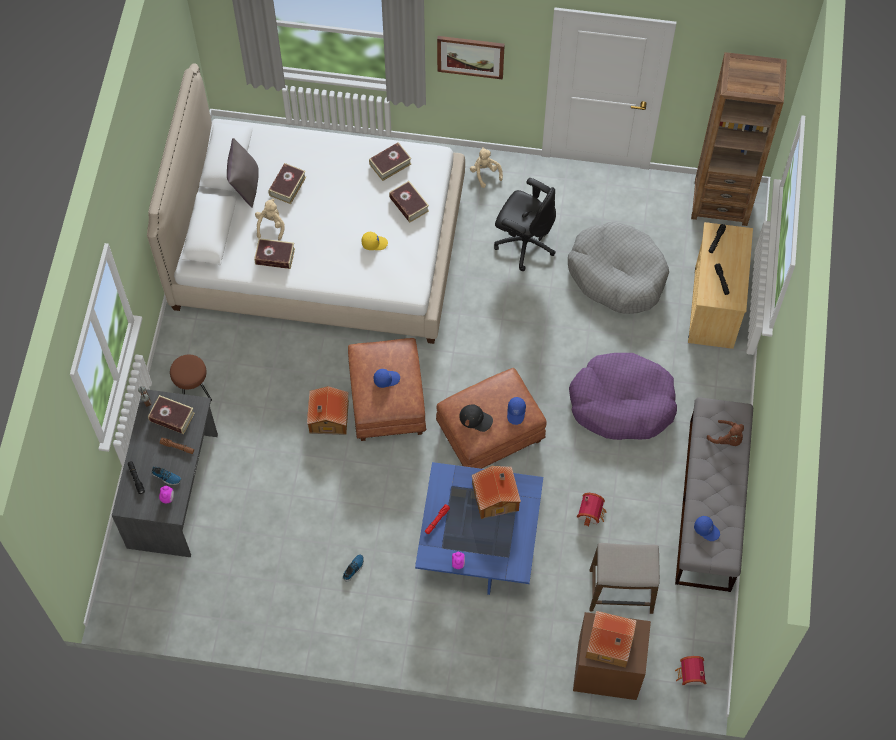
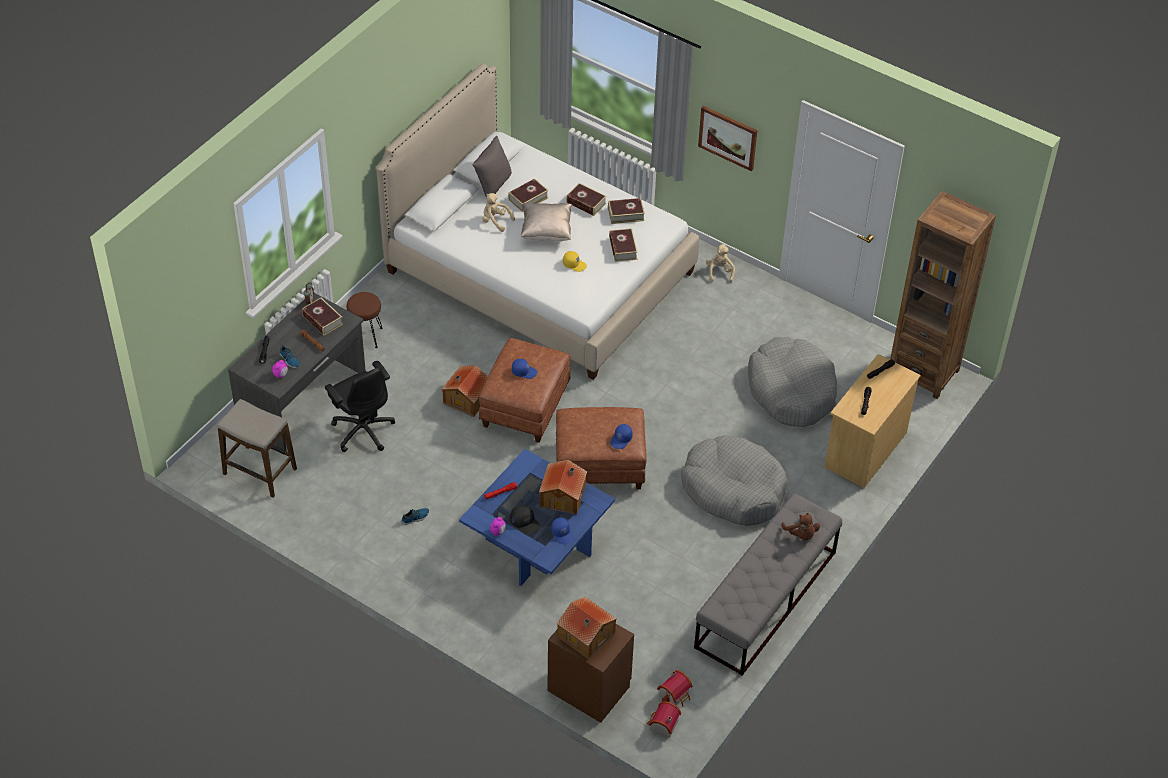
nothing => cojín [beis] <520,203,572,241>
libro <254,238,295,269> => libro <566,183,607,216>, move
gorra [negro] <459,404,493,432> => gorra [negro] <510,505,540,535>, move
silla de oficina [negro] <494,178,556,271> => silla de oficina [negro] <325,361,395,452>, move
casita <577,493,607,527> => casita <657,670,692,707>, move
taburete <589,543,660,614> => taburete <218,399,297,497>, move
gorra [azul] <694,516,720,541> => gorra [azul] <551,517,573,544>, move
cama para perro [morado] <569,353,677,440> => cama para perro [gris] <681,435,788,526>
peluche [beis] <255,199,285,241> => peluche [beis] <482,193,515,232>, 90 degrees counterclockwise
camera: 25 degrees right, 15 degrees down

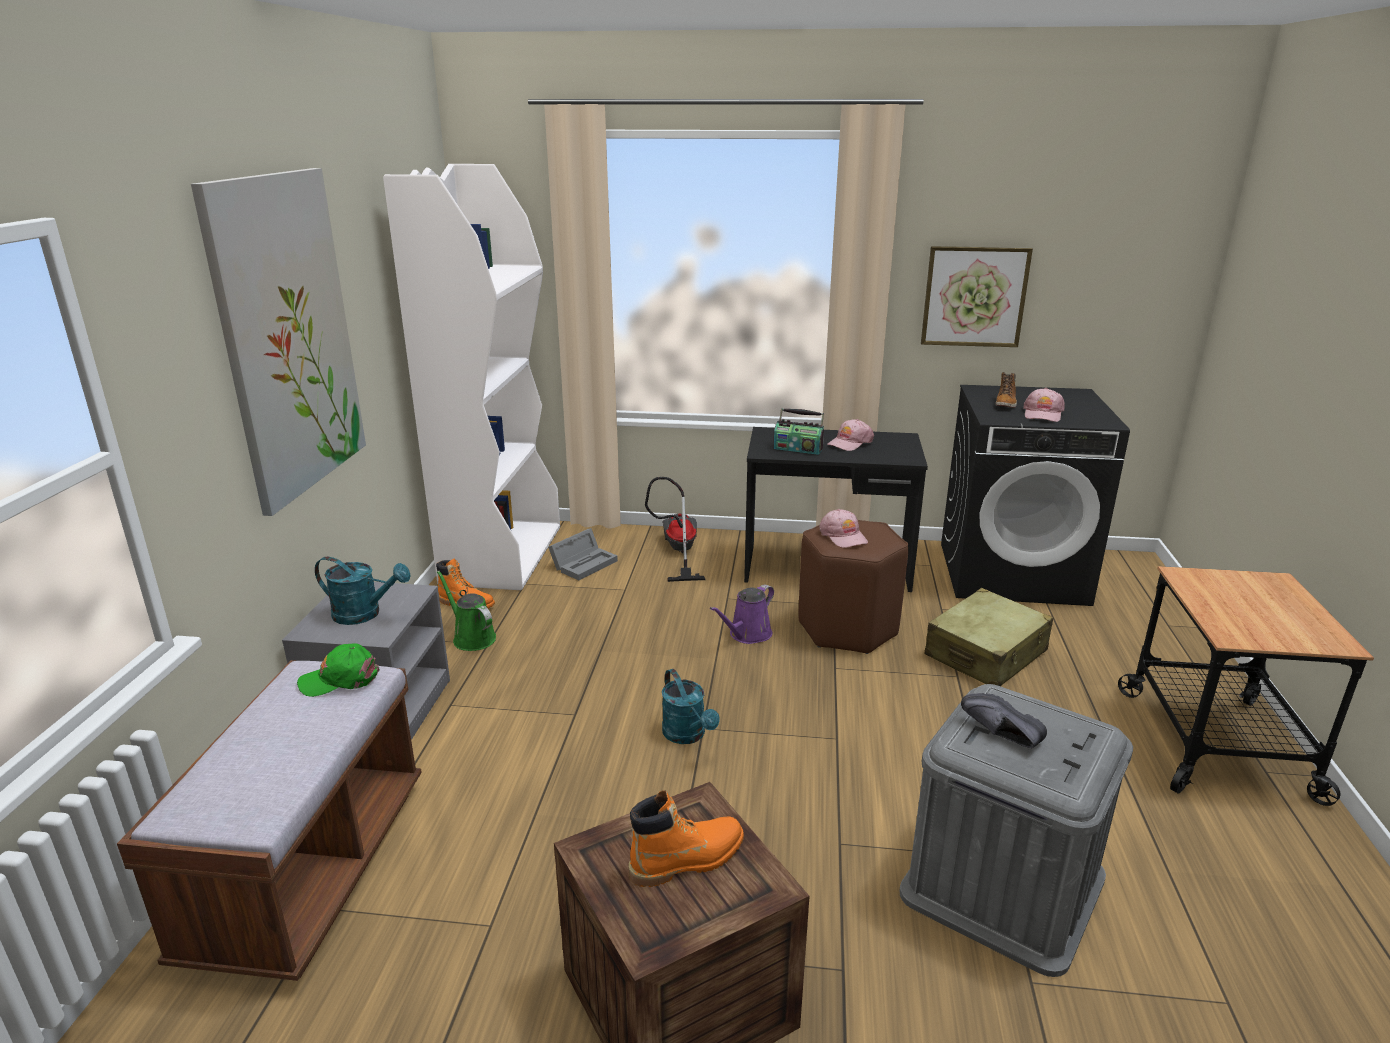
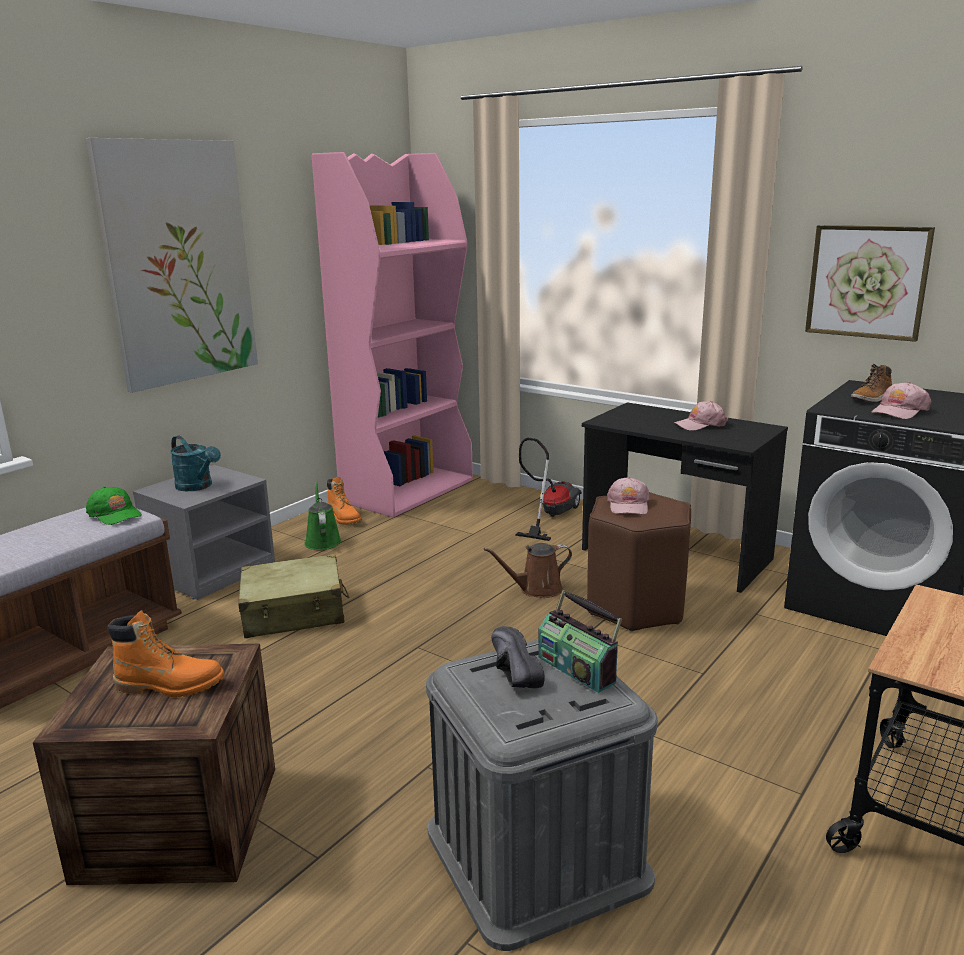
caja de almacenaje [gris] <548,528,618,580> => nothing
regadera [turquesa] <662,669,719,744> => nothing
radio <773,408,824,455> => radio <538,590,622,693>, move
maleta [beis] <924,588,1053,686> => maleta [beis] <238,554,350,638>, move
estantería [blanco] <383,164,560,590> => estantería [rosa] <312,152,473,518>
regadera [morado] <710,585,774,644> => regadera [marrón] <484,543,572,598>
gorra [verde] <297,643,380,697> => gorra [verde] <86,486,142,525>, 150 degrees counterclockwise
camera: 30 degrees right, 5 degrees down

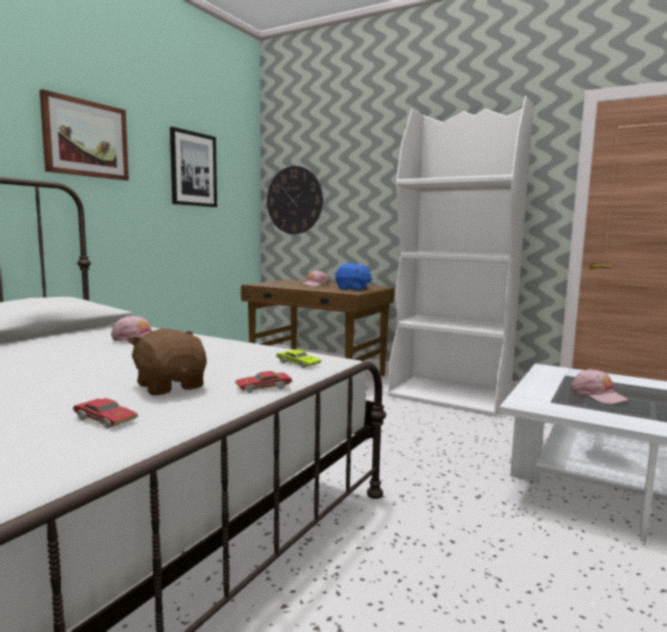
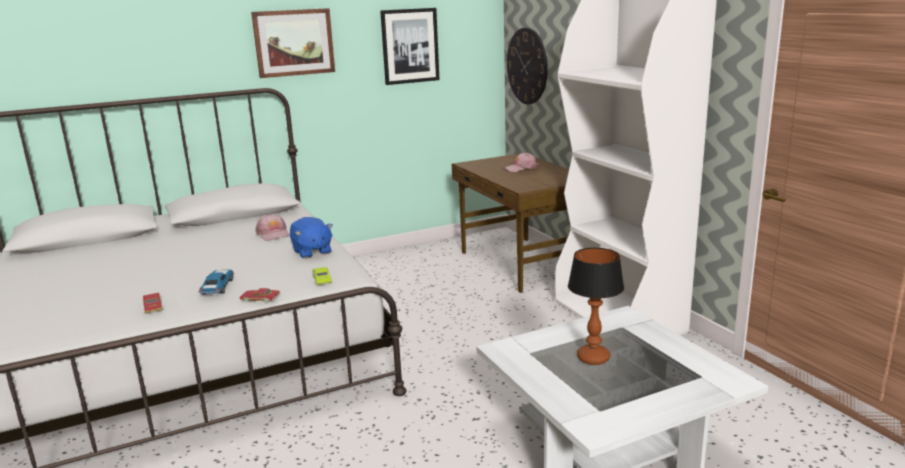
peluche [azul] <335,263,372,291> => peluche [azul] <290,217,333,258>, move
peluche [marrón] <127,328,207,395> => coche de juguete <199,270,234,295>
gorra [rosa] <571,368,630,404> => lámpara de mesa <568,248,624,365>
camera: 35 degrees right, 10 degrees up

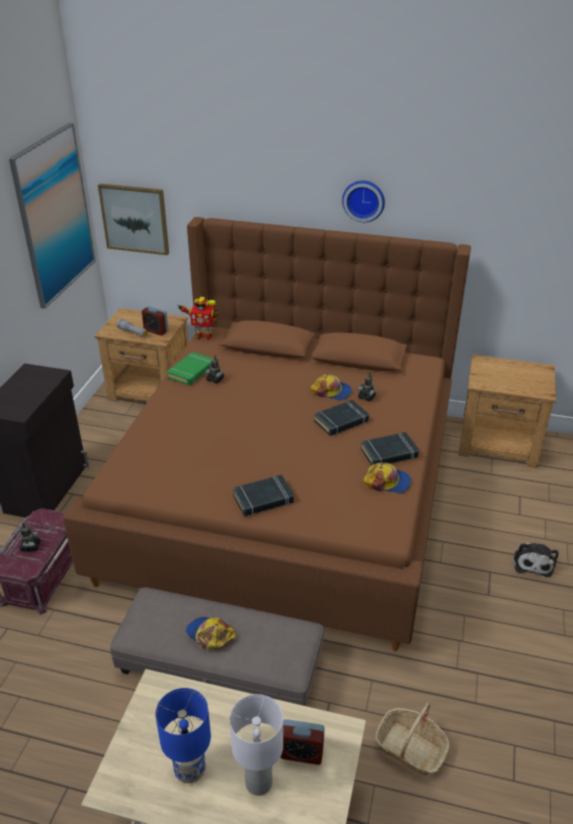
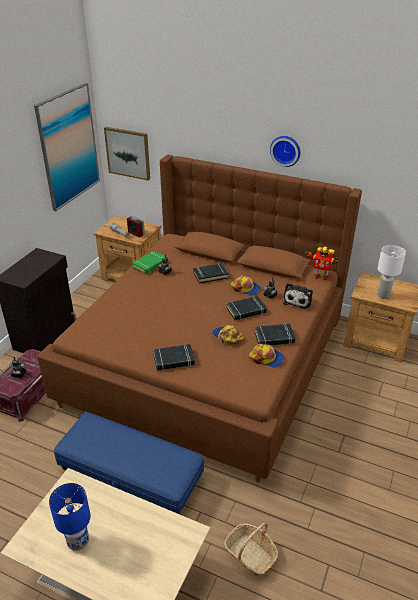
despertador <281,719,325,765> => nothing
nothing => libro [negro] <193,263,229,284>
robot de juguete <178,297,219,340> => robot de juguete <305,246,339,280>, move
gorra <185,617,236,650> => gorra <212,325,244,344>, move
lámpara de mesa [blanco] <229,694,283,796> => lámpara de mesa [blanco] <377,245,406,299>, move
peluche <513,541,559,577> => peluche <283,283,313,309>, move
puf [gris] <110,587,324,706> => puf [azul] <54,412,205,514>
camera: 10 degrees right, 0 degrees up

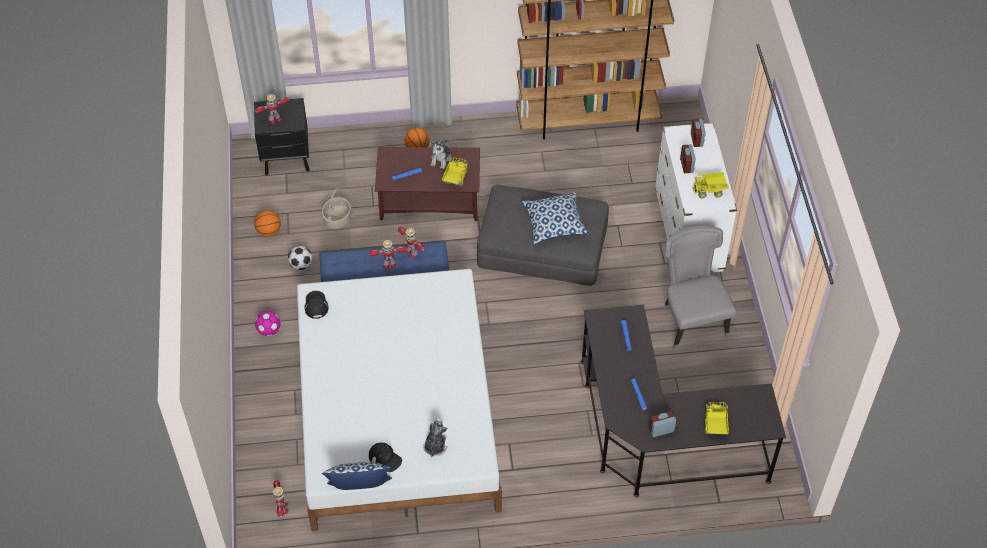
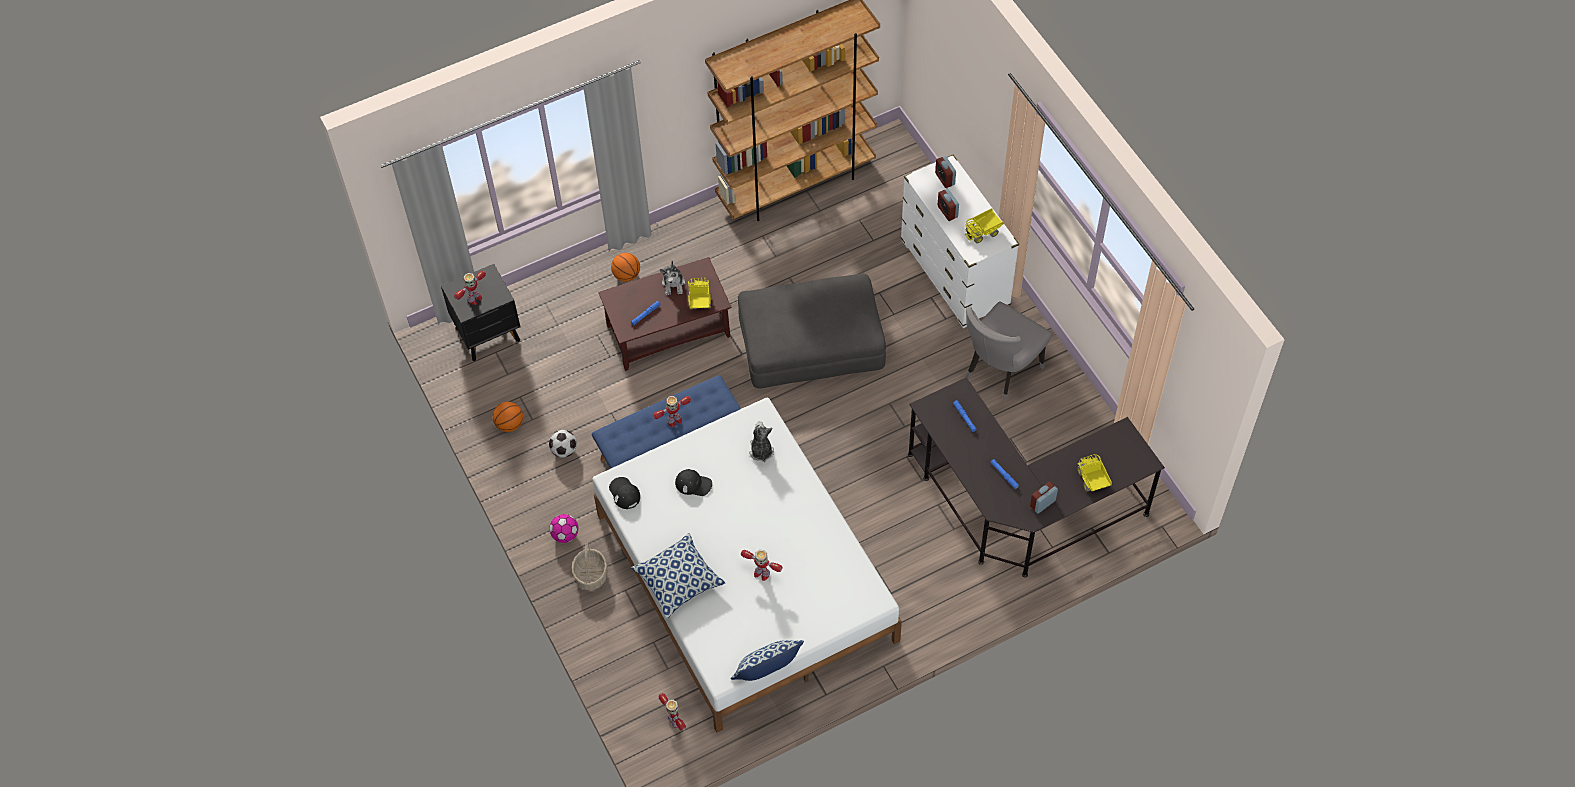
cesta <322,188,351,229> => cesta <572,542,607,590>, move
gorra [negro] <369,443,402,472> => gorra [negro] <675,469,712,496>, move
robot de juguete <398,227,425,258> => robot de juguete <741,550,783,581>, move
peluche <423,418,448,458> => peluche <749,421,774,463>, move
cojín <522,192,589,244> => cojín <631,533,725,619>, move
silla [gris] <663,226,737,350> => silla [gris] <966,301,1052,402>, 105 degrees counterclockwise
camera: 20 degrees left, 5 degrees up

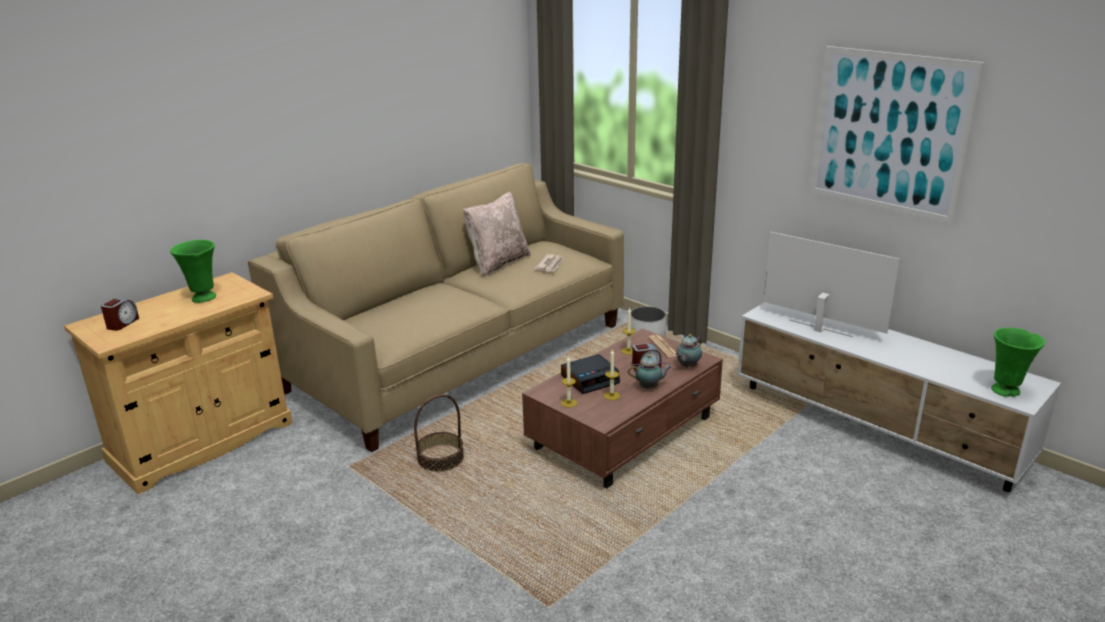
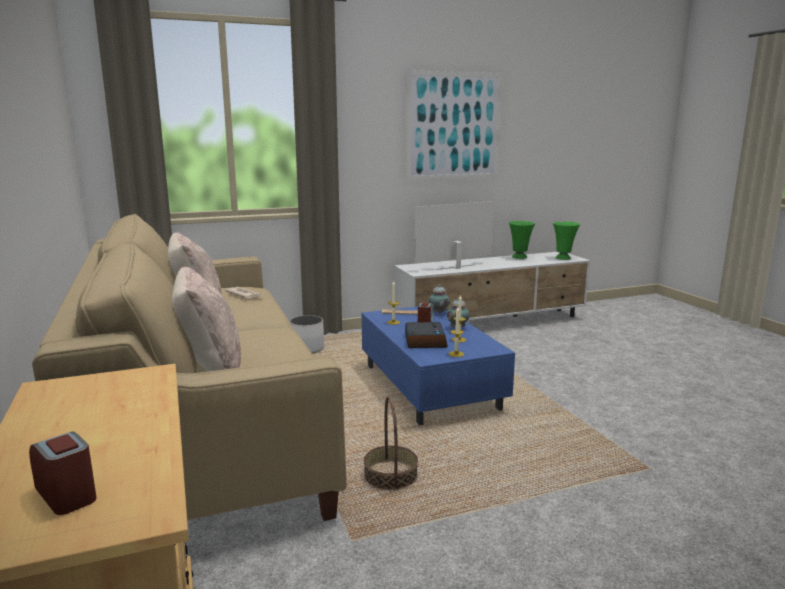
nothing => cojín [beis] <172,267,241,371>
florero [verde] <170,240,216,303> => florero [verde] <509,221,535,259>, move
mesa de centro [marrón] <522,328,723,489> => mesa de centro [azul] <362,306,515,425>
camera: 65 degrees left, 10 degrees down

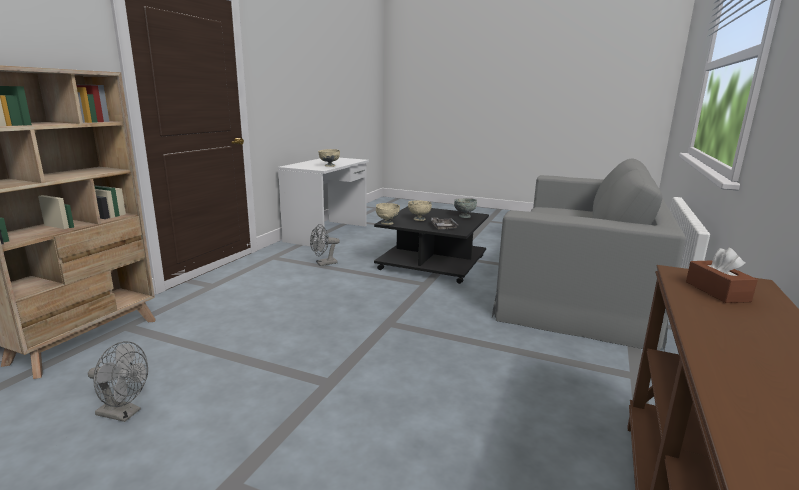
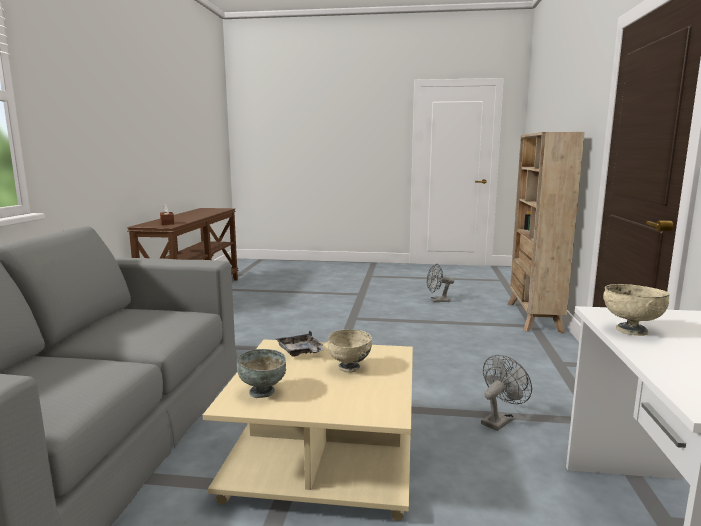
cuenco [beis] <376,203,400,225> => nothing
mesa de centro [negro] <374,206,489,284> => mesa de centro [beis] <203,339,413,521>
camera: 165 degrees right, 5 degrees down

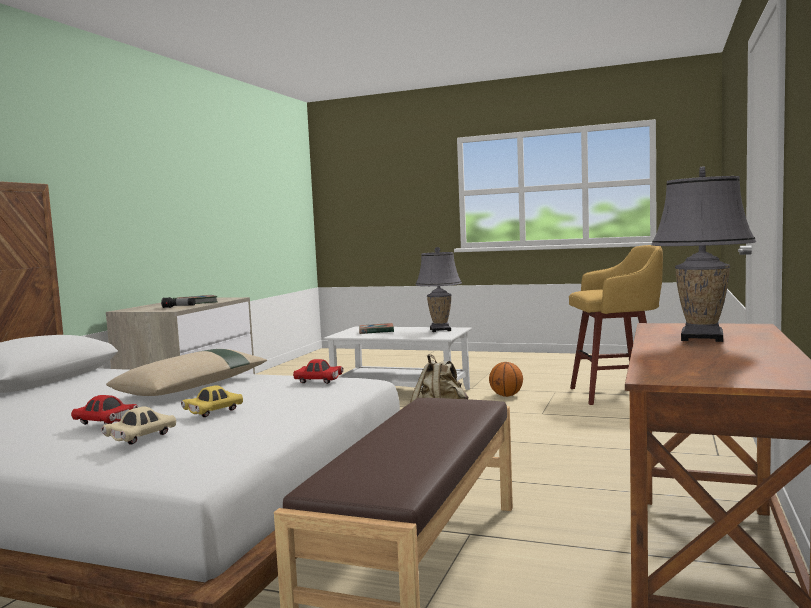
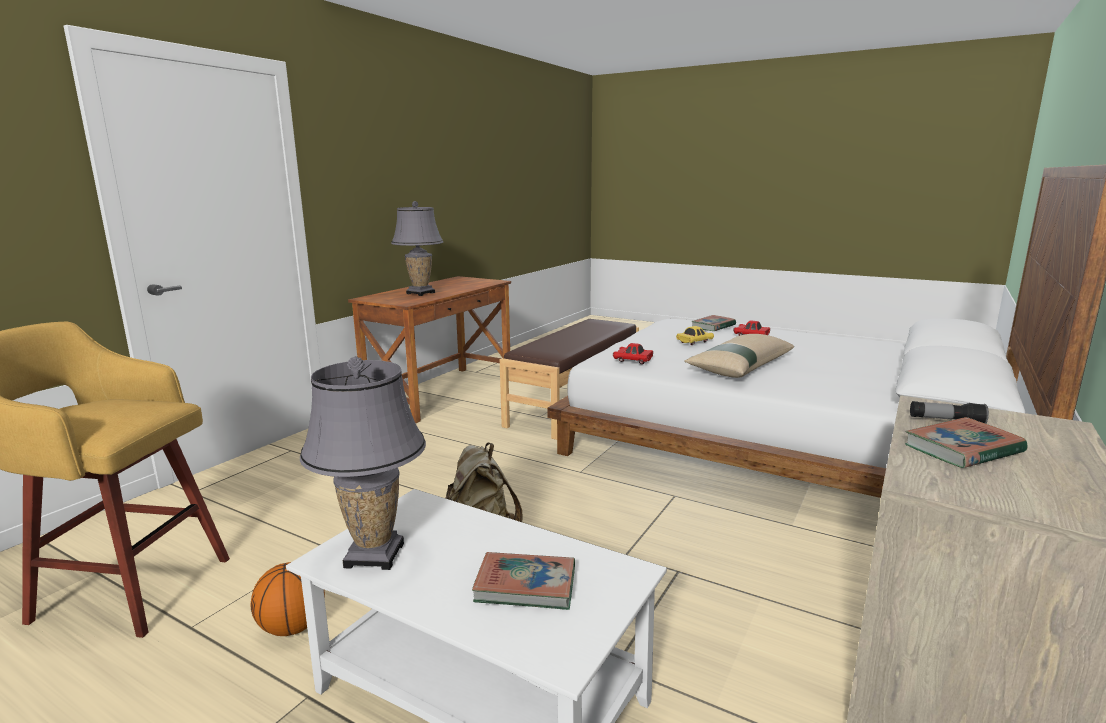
coche de juguete [beis] <101,406,176,444> => libro <691,315,736,331>
camera: 170 degrees left, 10 degrees up

